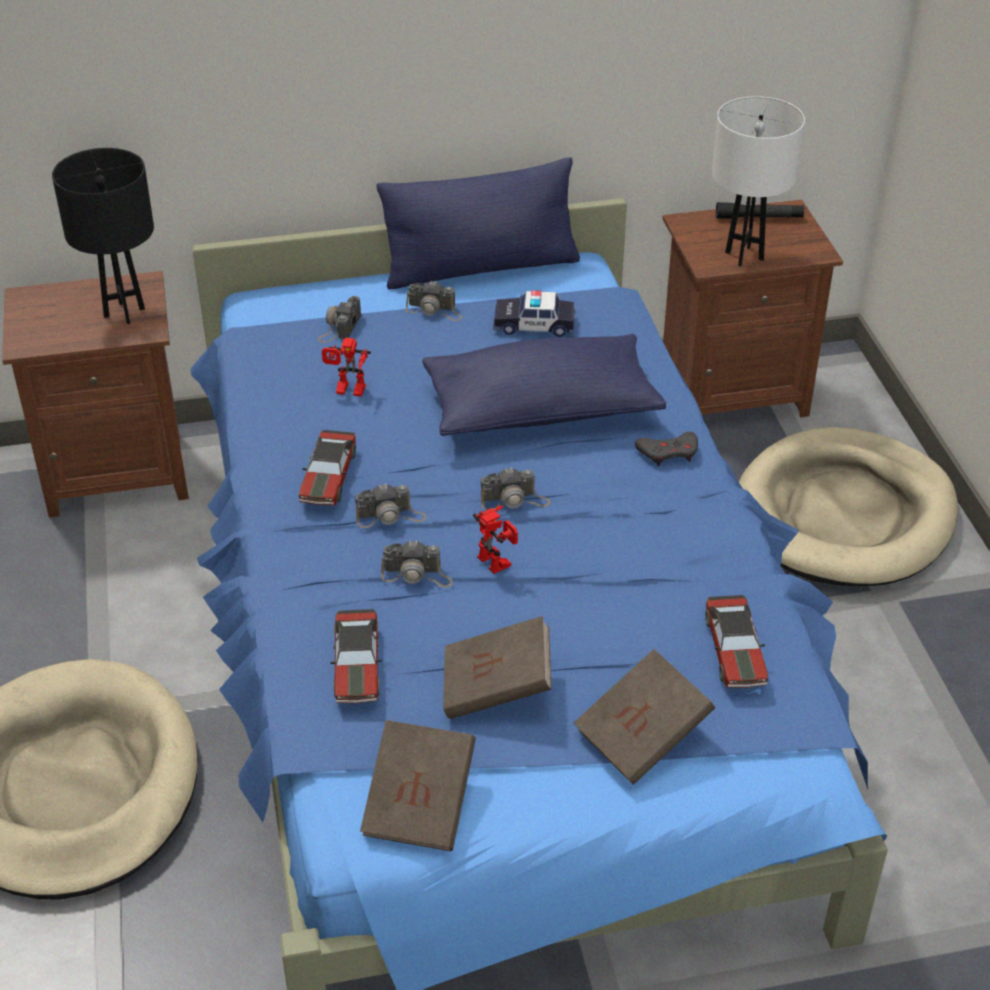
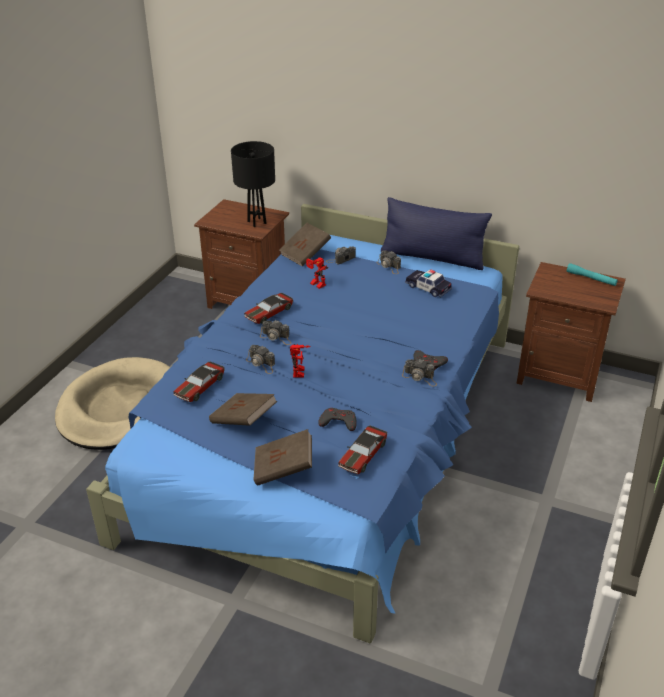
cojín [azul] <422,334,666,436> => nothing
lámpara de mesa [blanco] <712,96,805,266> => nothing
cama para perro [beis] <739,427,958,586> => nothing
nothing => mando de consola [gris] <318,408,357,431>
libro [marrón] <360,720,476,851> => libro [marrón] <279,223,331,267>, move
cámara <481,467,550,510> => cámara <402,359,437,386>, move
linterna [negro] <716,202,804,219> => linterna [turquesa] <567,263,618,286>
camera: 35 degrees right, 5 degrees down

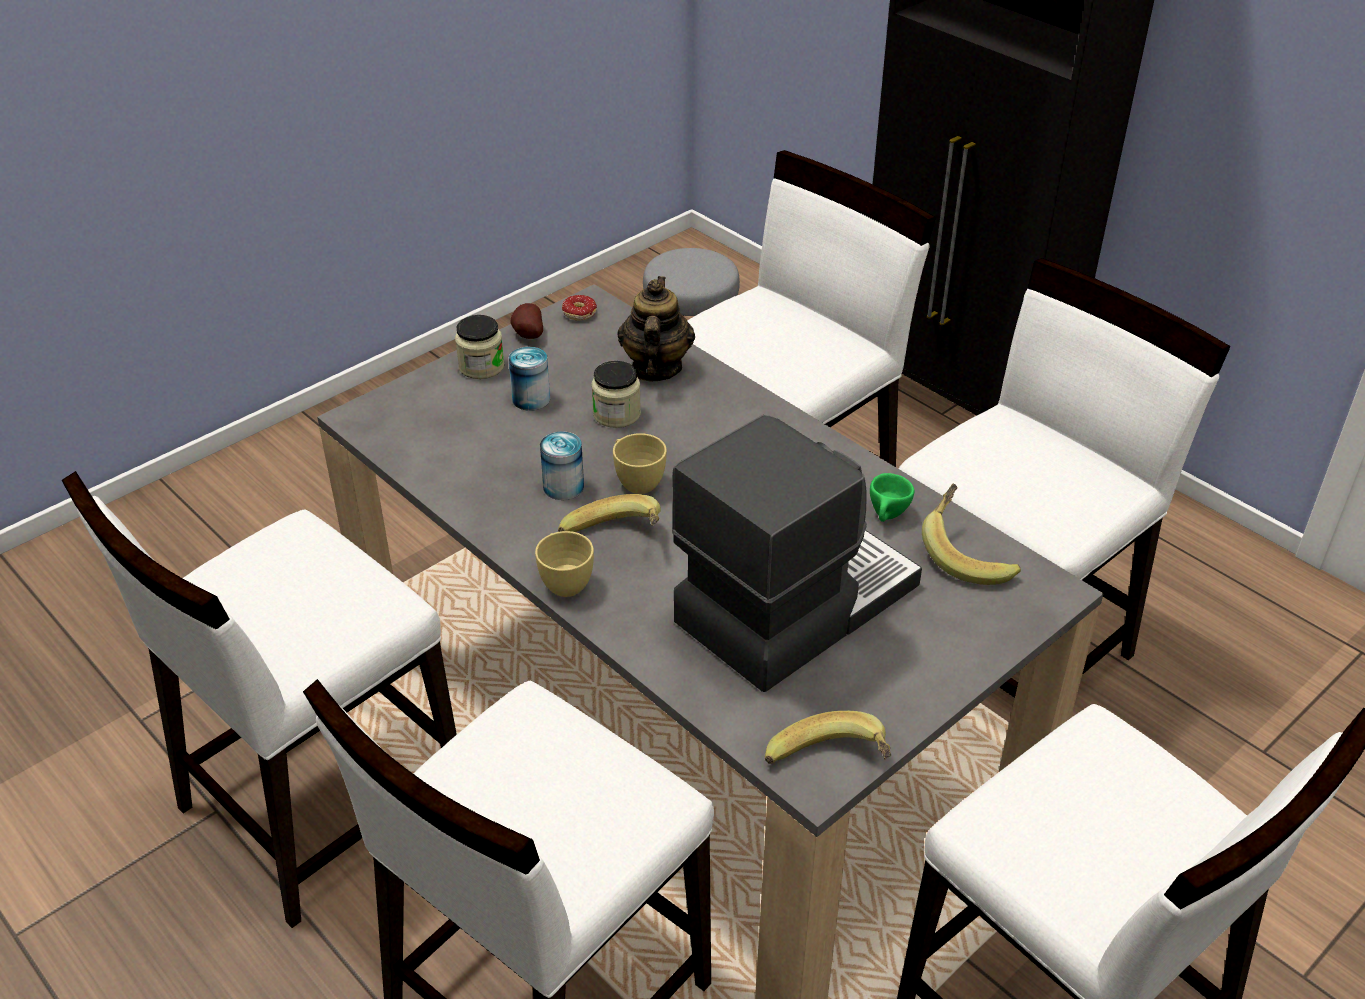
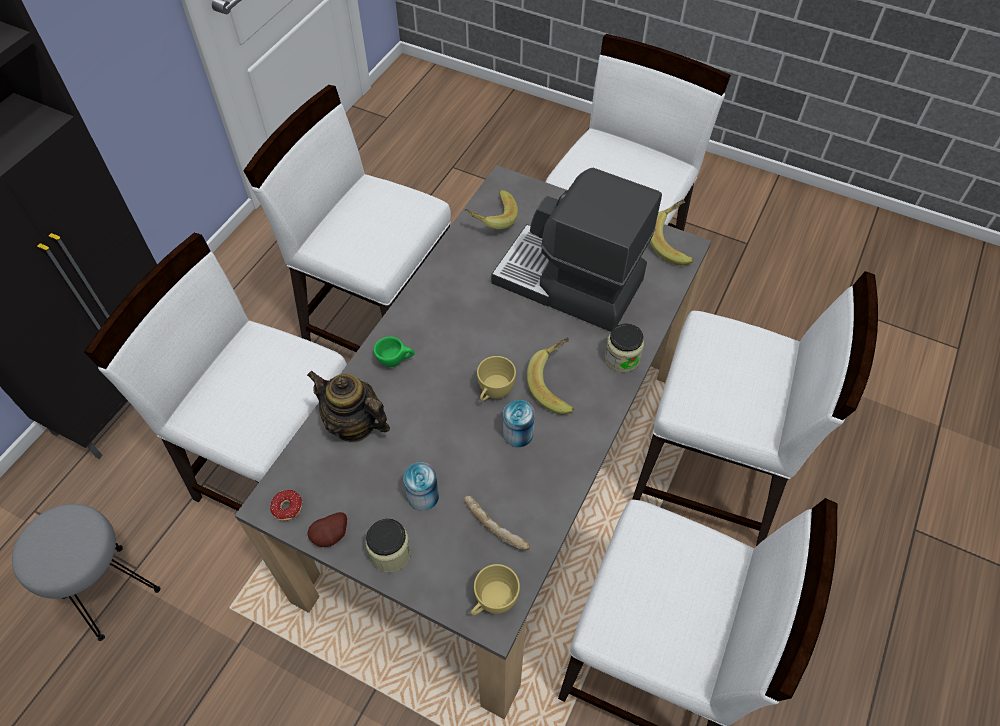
nothing => pan <464,496,530,550>
taza [amarillo] <535,531,594,597> => taza [amarillo] <471,564,520,615>, move
tarro <591,361,641,428> => tarro <605,323,644,372>, move
taza [verde] <870,473,914,522> => taza [verde] <374,336,415,367>, move
tetera <617,276,695,381> => tetera <307,371,390,443>, 45 degrees clockwise
camera: 110 degrees left, 15 degrees up

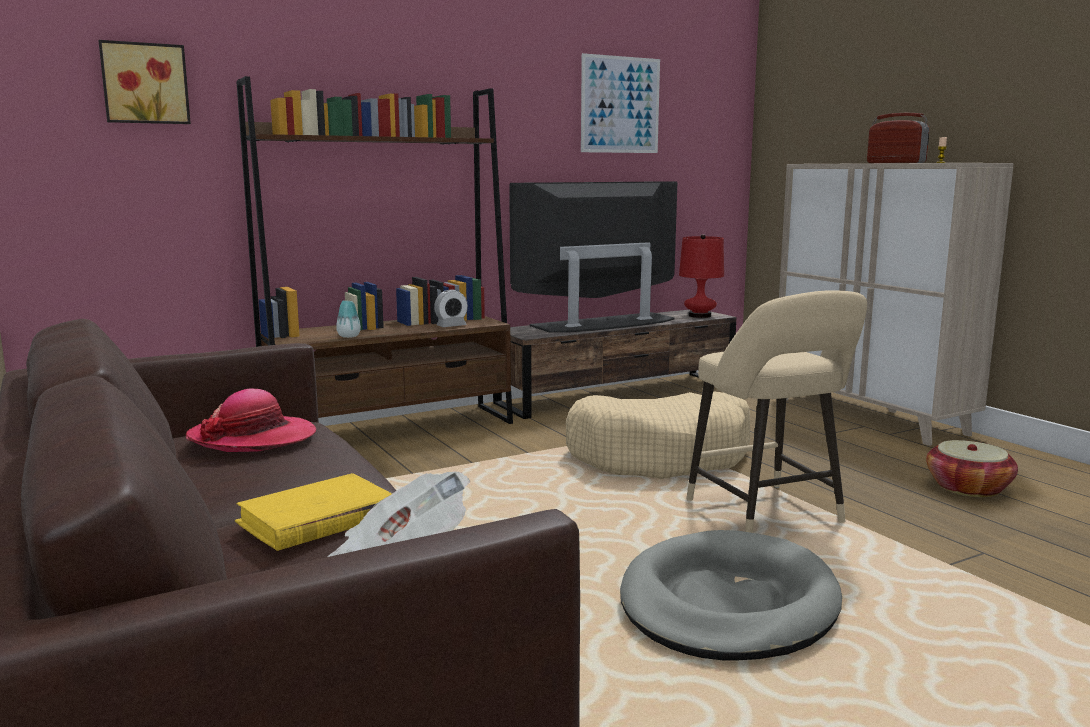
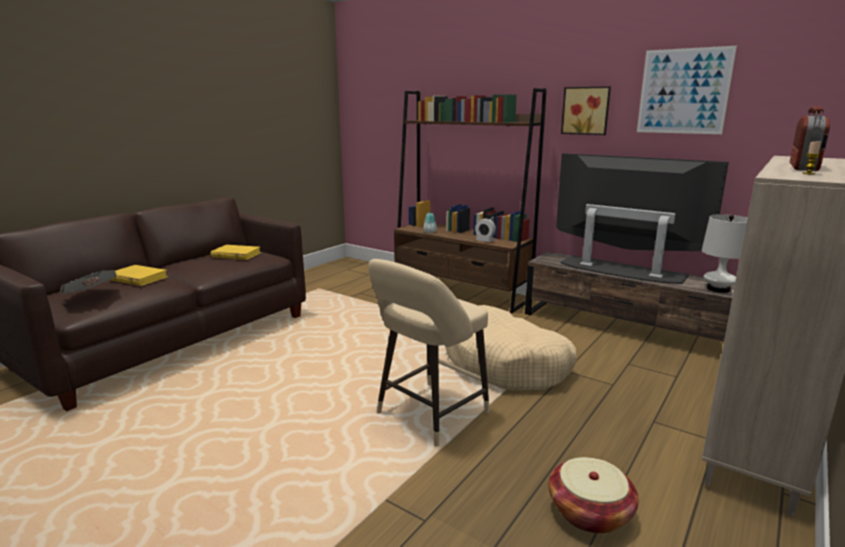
cama para perro [gris] <620,530,842,660> => nothing
cuadro <98,40,191,124> => cuadro <561,86,611,135>, move
sombrero <186,388,316,452> => libro [amarillo] <211,245,261,260>
lámpara de mesa [rojo] <679,234,724,318> => lámpara de mesa [blanco] <702,214,748,293>
camera: 65 degrees right, 5 degrees up

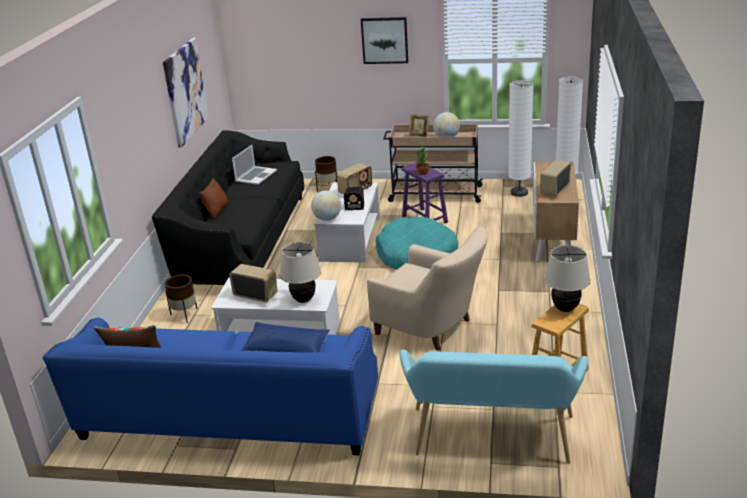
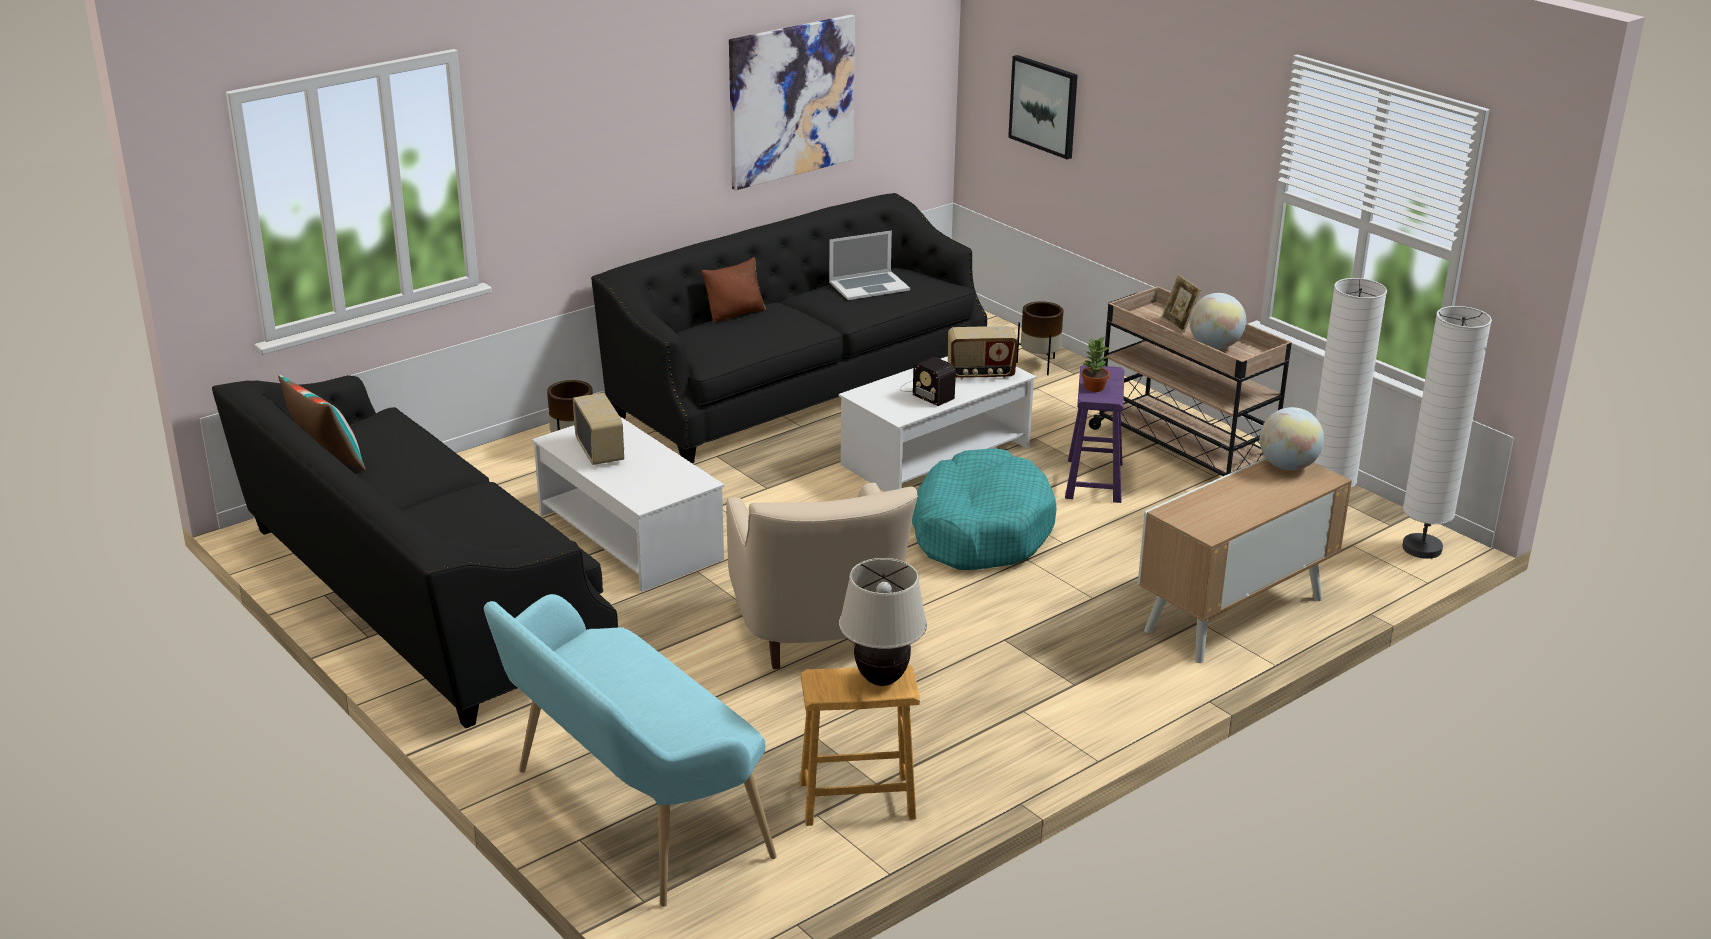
cojín [azul] <242,322,330,353> => nothing
lámpara de mesa [beis] <280,242,321,303> => nothing
radio <540,160,571,197> => nothing
globo terráqueo <311,191,341,221> => globo terráqueo <1260,407,1324,470>, move
cuadro <361,17,408,64> => cuadro <1008,55,1078,159>, move
sofá [azul] <43,318,378,455> => sofá [negro] <212,375,618,728>
camera: 40 degrees right, 0 degrees up

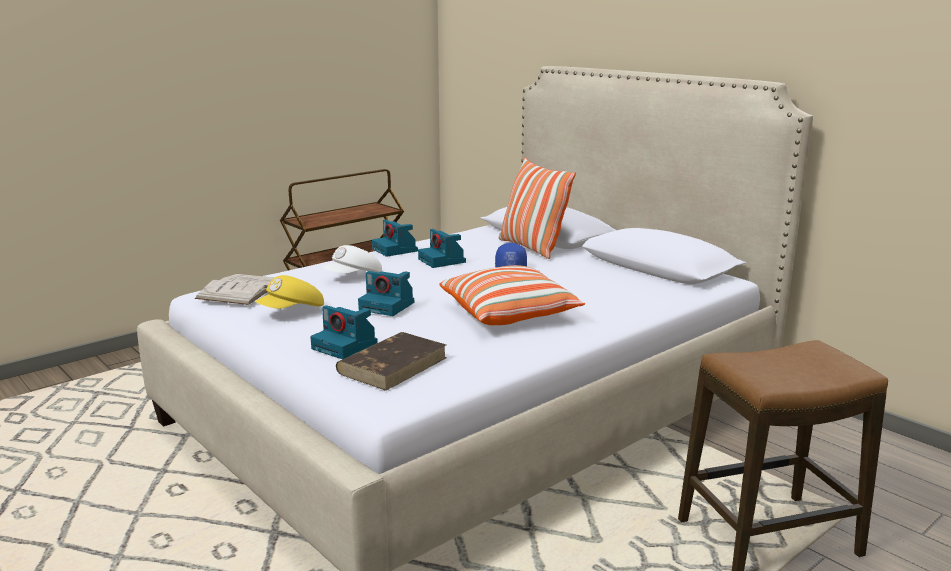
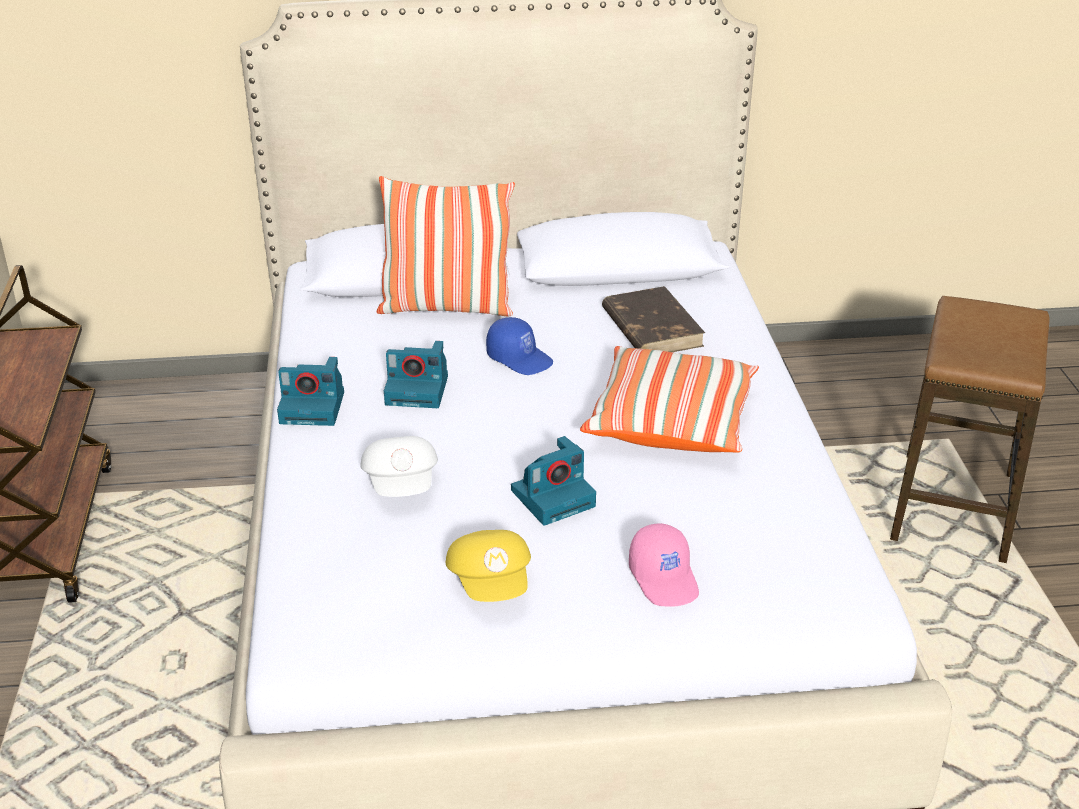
libro [blanco] <195,274,274,305> => nothing
libro [marrón] <336,332,447,391> => libro [marrón] <602,286,705,352>, move
cámara <310,305,378,359> => gorra [rosa] <629,523,699,607>
camera: 55 degrees left, 15 degrees up

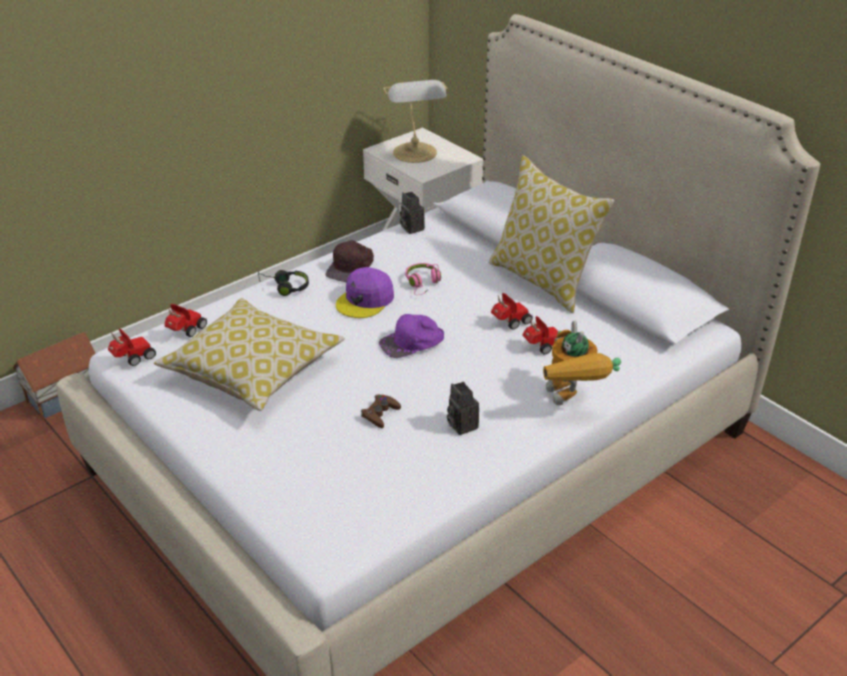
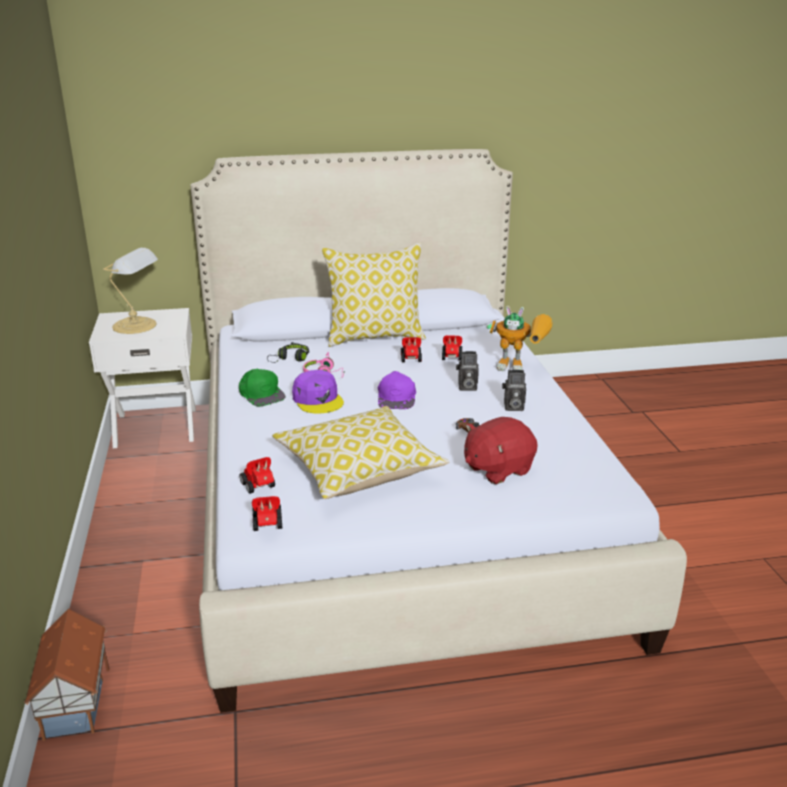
nothing => peluche [rojo] <464,417,538,484>
auriculares [negro] <258,270,309,296> => auriculares [negro] <267,342,309,363>, move
cámara <400,192,425,234> => cámara <456,351,479,391>, move
gorra [marrón] <325,240,374,282> => gorra [verde] <239,368,286,406>
camera: 60 degrees left, 10 degrees down

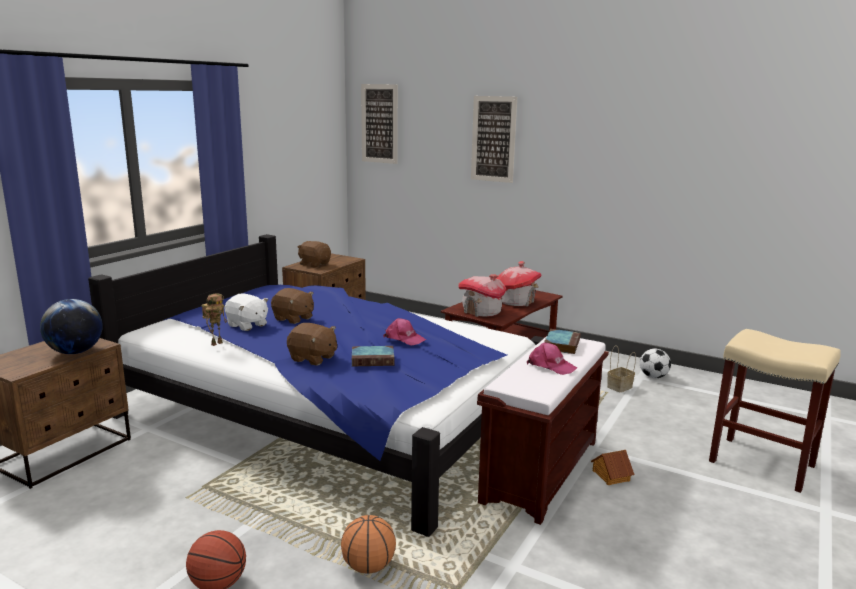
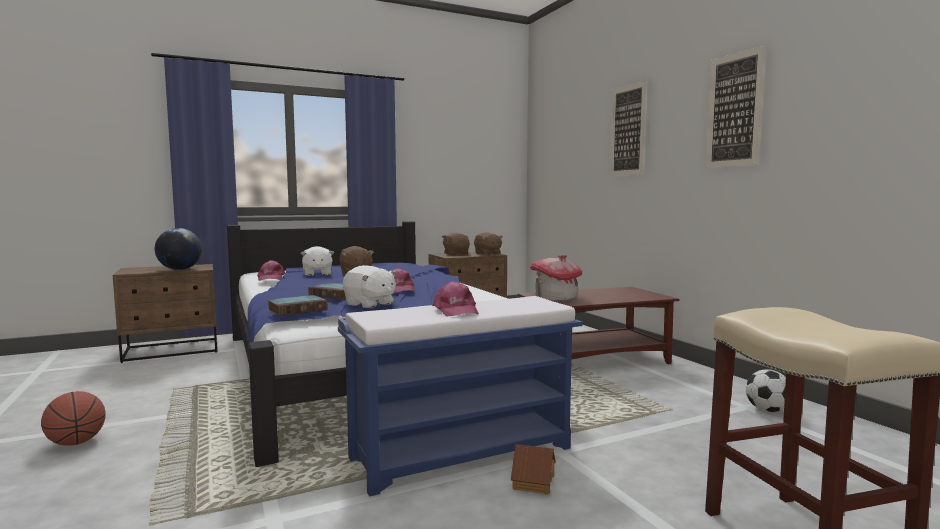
balón de baloncesto <341,515,396,574> => nothing
casita <496,261,542,306> => nothing
cesta <607,345,636,392> => nothing
nothing => peluche [blanco] <343,265,396,309>
peluche [marrón] <287,323,337,366> => peluche [marrón] <474,232,503,255>, move
cuadro <361,84,398,164> => cuadro <705,45,766,168>, move
libro <544,329,581,354> => libro <268,295,327,316>, move
robot de juguete <202,293,227,346> => gorra [rosa] <257,260,286,281>
banco [marrón] <477,336,609,525> => banco [azul] <338,296,583,496>
camera: 35 degrees right, 10 degrees down

